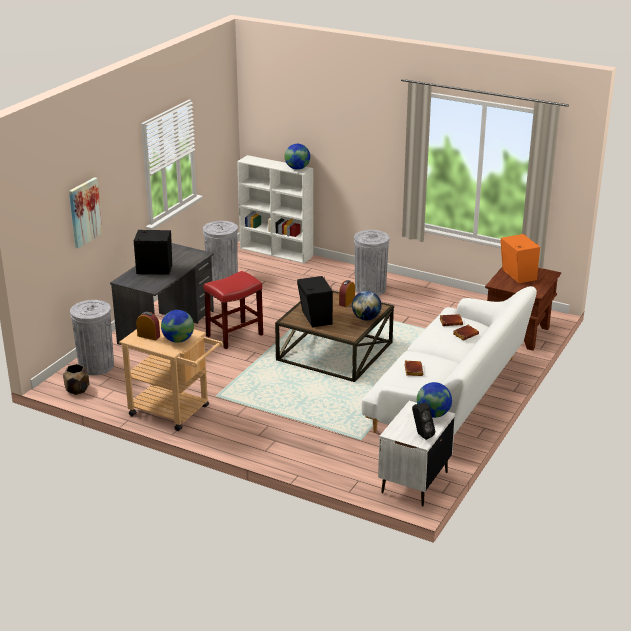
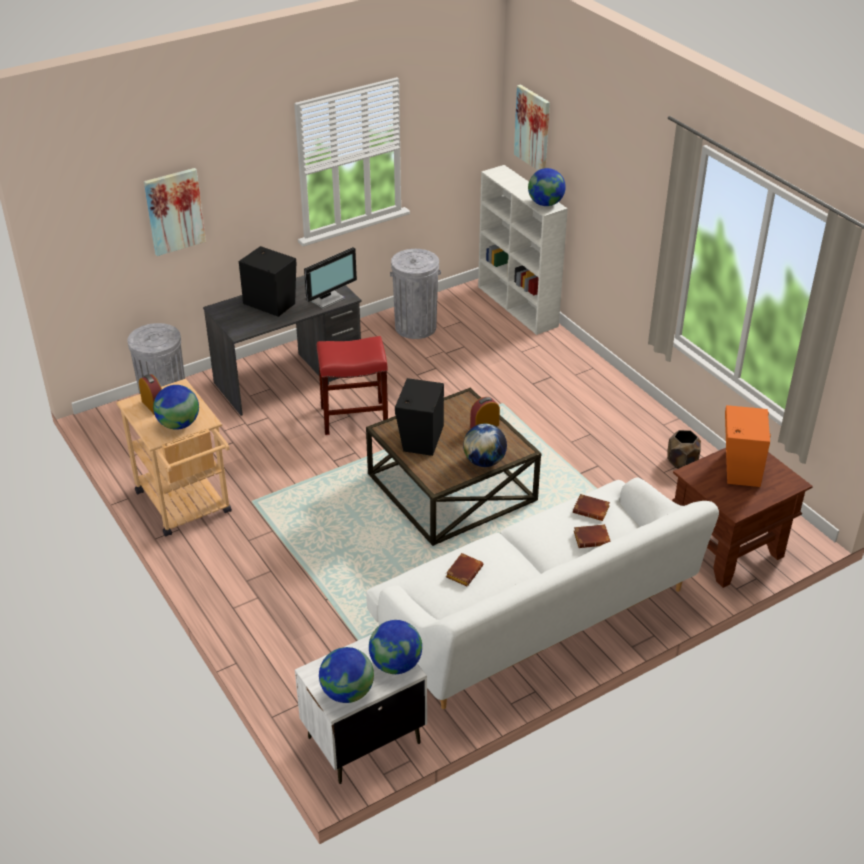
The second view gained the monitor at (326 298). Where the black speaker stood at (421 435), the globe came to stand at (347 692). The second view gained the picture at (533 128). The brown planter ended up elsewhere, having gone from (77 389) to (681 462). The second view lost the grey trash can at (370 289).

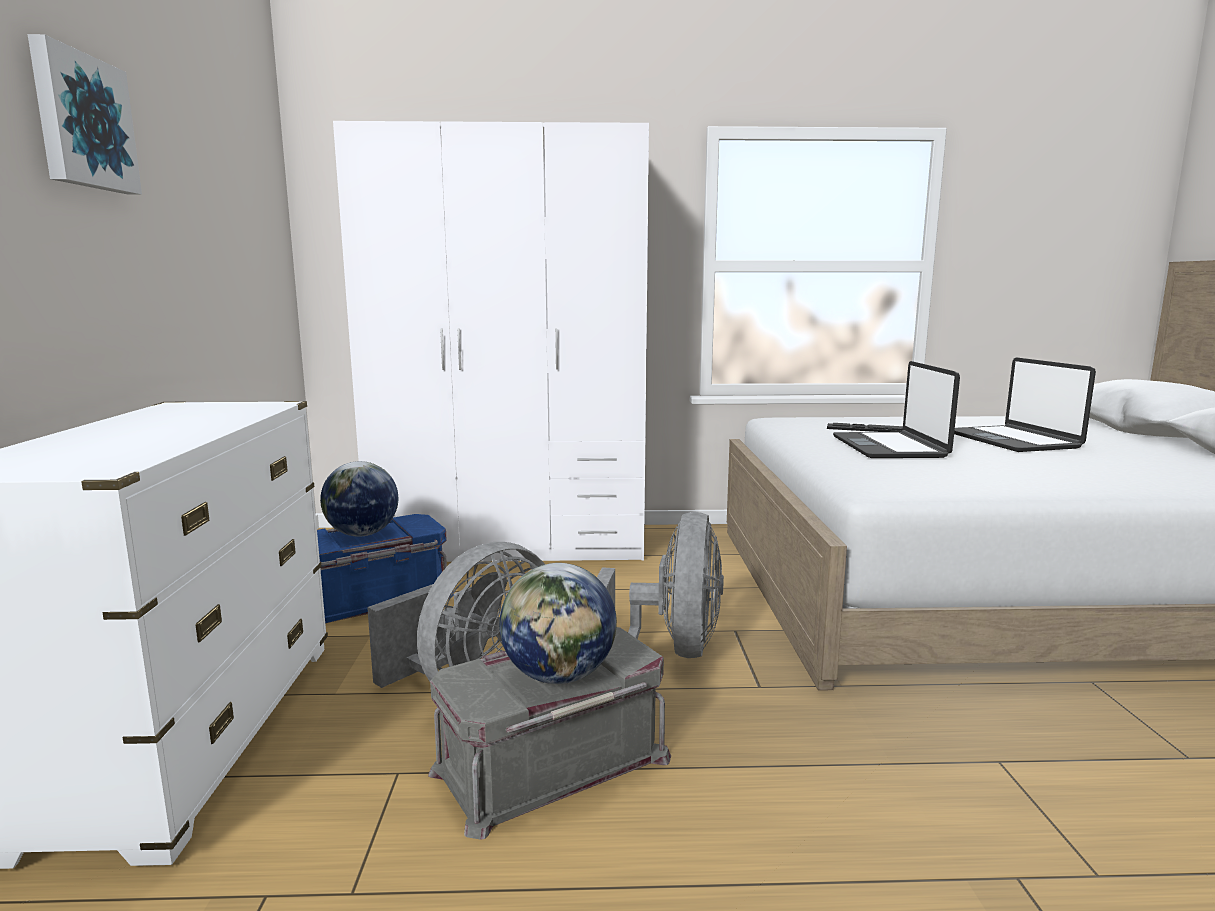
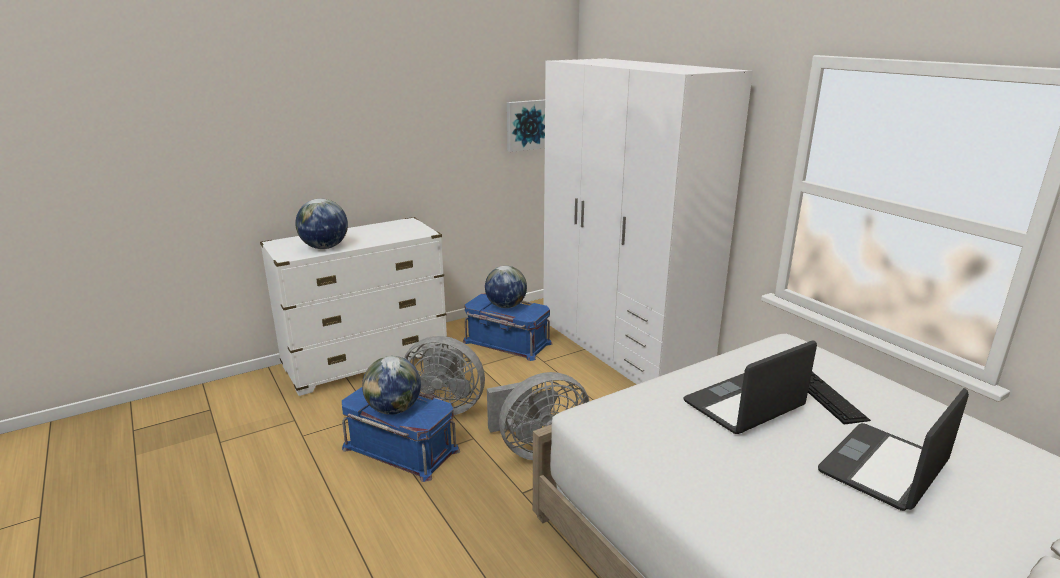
The second view gained the globe at (324 247). What was the grey storage box at (551 762) turned into the blue storage box at (402 448). The picture ended up elsewhere, having gone from (82 122) to (527 125).

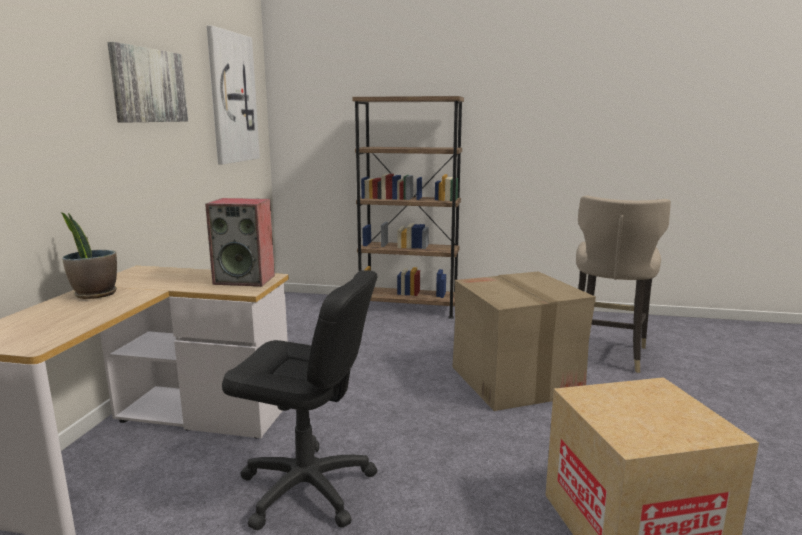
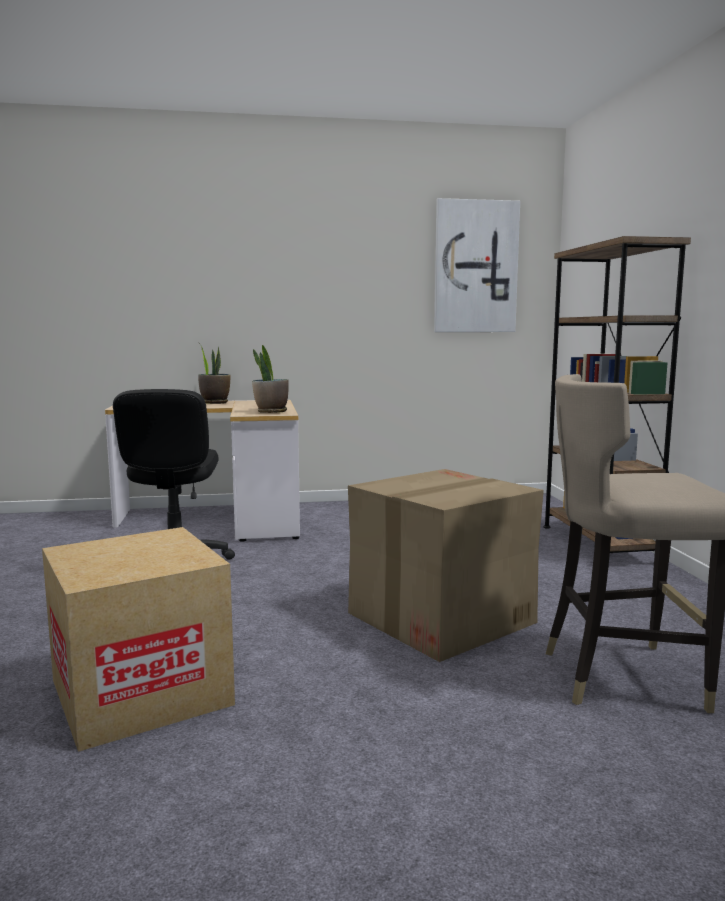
Where the speaker stood at (245 279), the potted plant came to stand at (271 412). The second view lost the picture at (148 85).

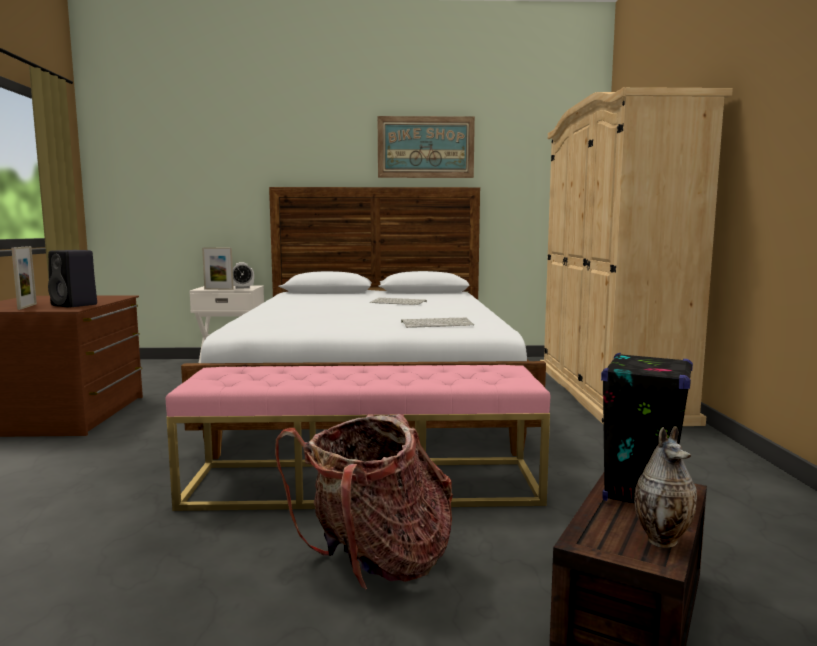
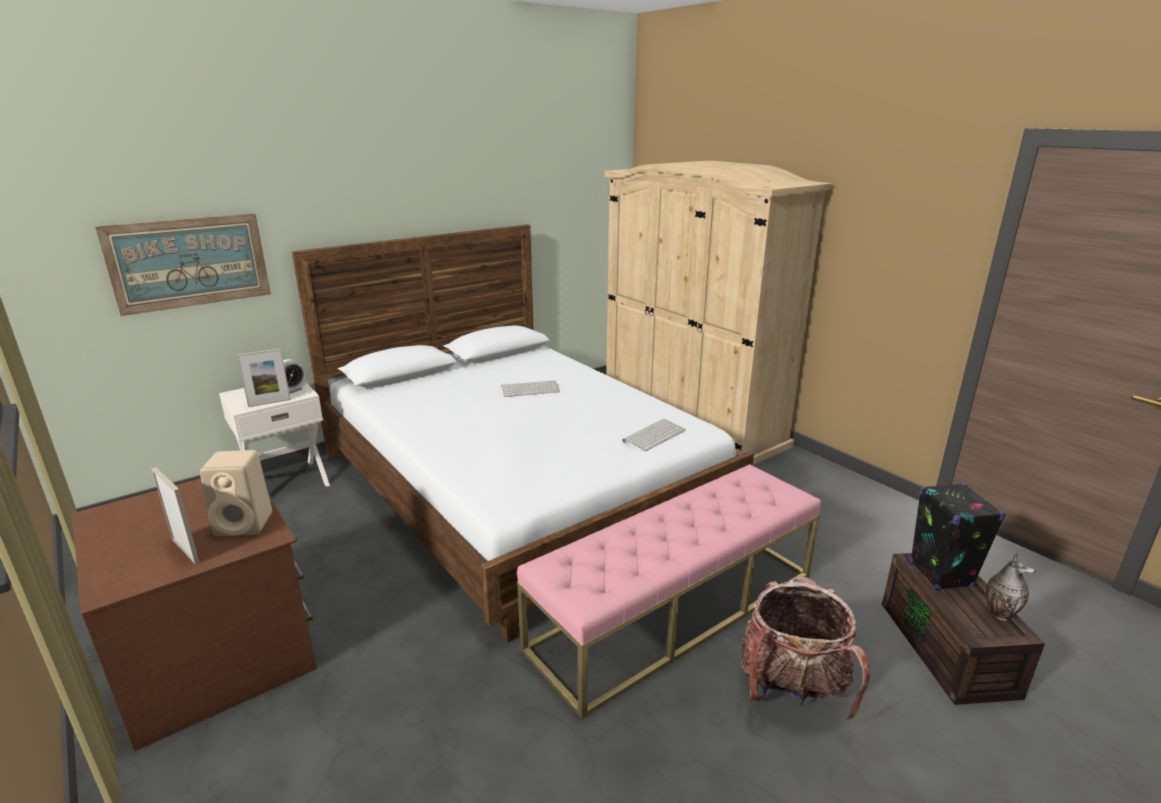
The picture ended up elsewhere, having gone from (425 147) to (189 262). What was the black speaker at (75 305) turned into the beige speaker at (246 524).

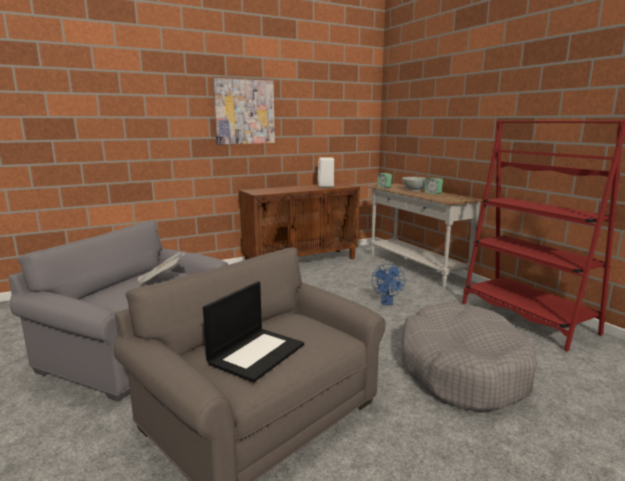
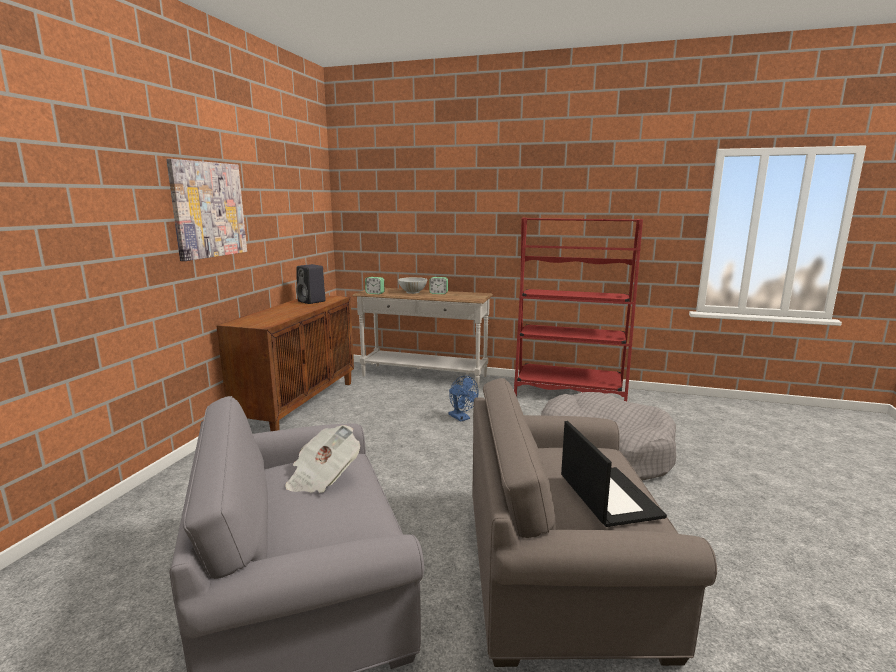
What was the white speaker at (326 186) turned into the black speaker at (312 301).

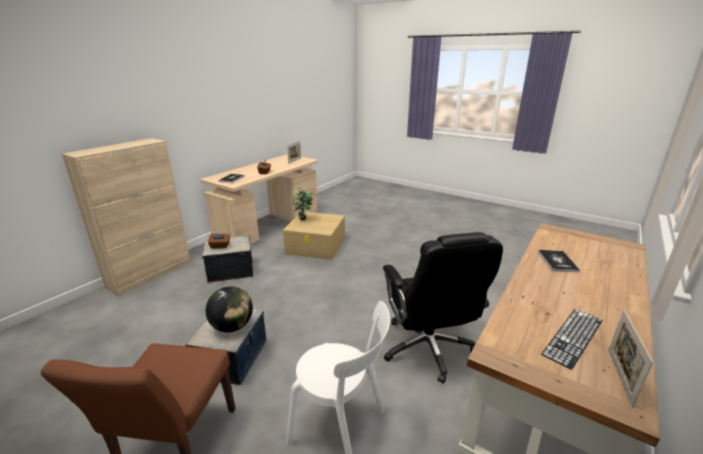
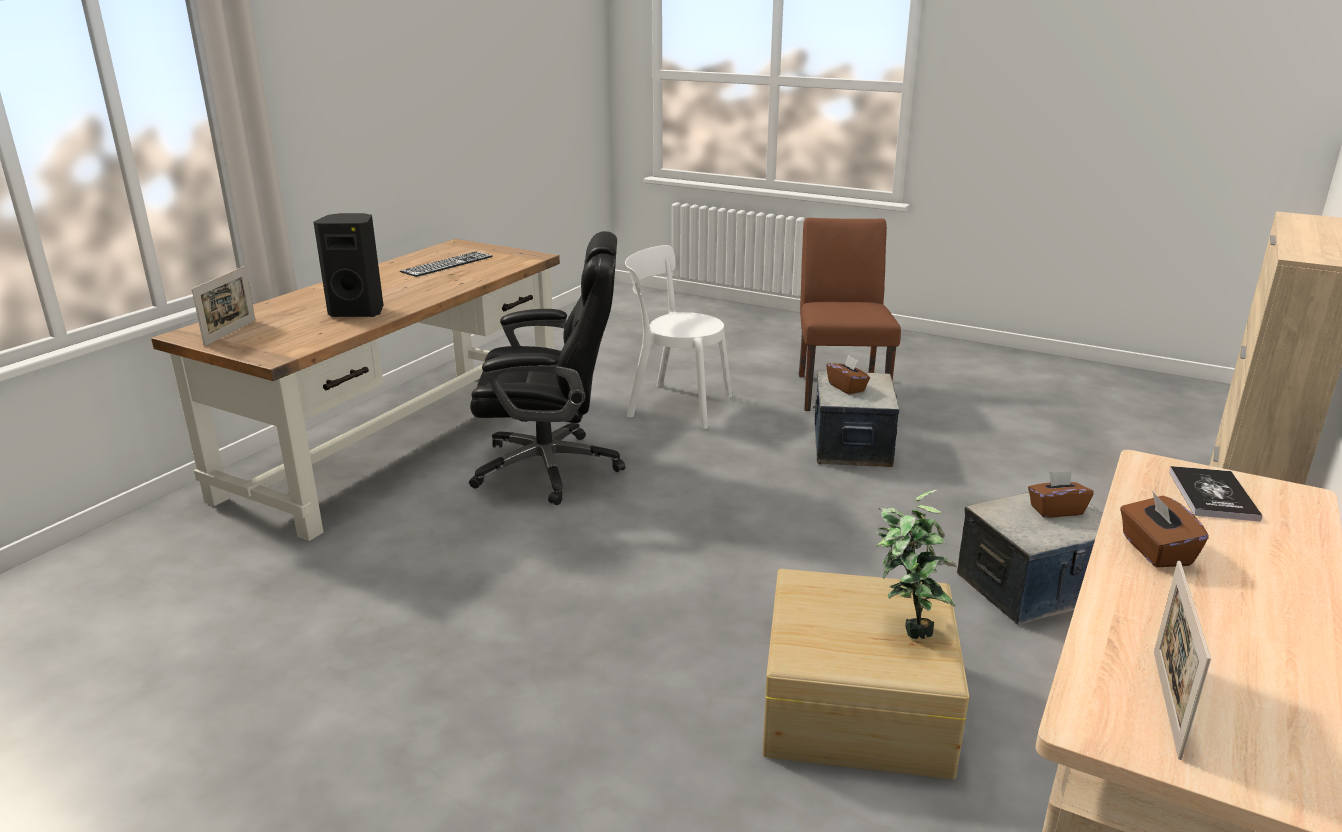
The picture frame ended up elsewhere, having gone from (619 376) to (230 332). Where the book stood at (557 261), the black speaker came to stand at (358 312). The black office chair at (428 348) ended up facing another way, 105 degrees clockwise from before. Where the globe stood at (232 326), the brown tissue box came to stand at (847 387).

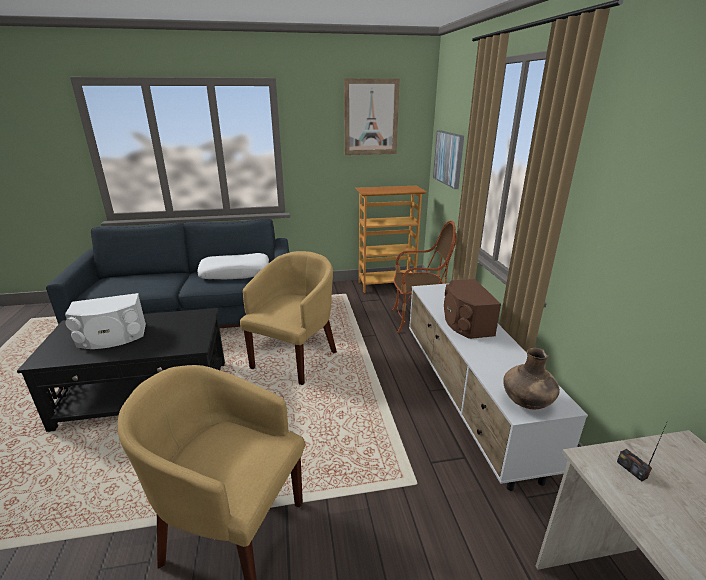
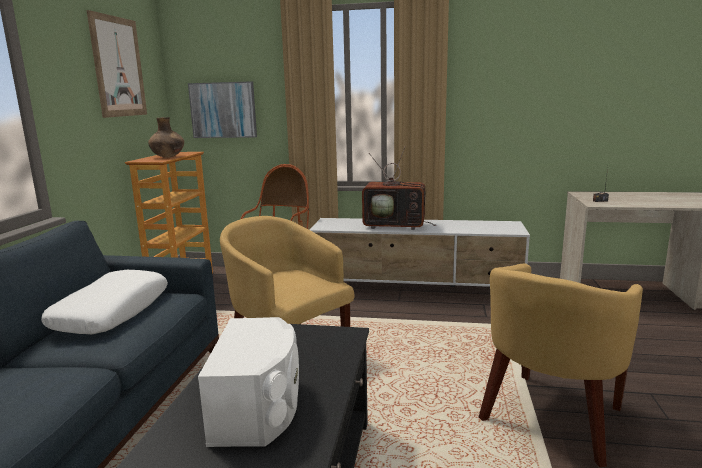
The brown vase ended up elsewhere, having gone from (526 402) to (168 157). Where the brown speaker stood at (465 323), the television came to stand at (396 225).

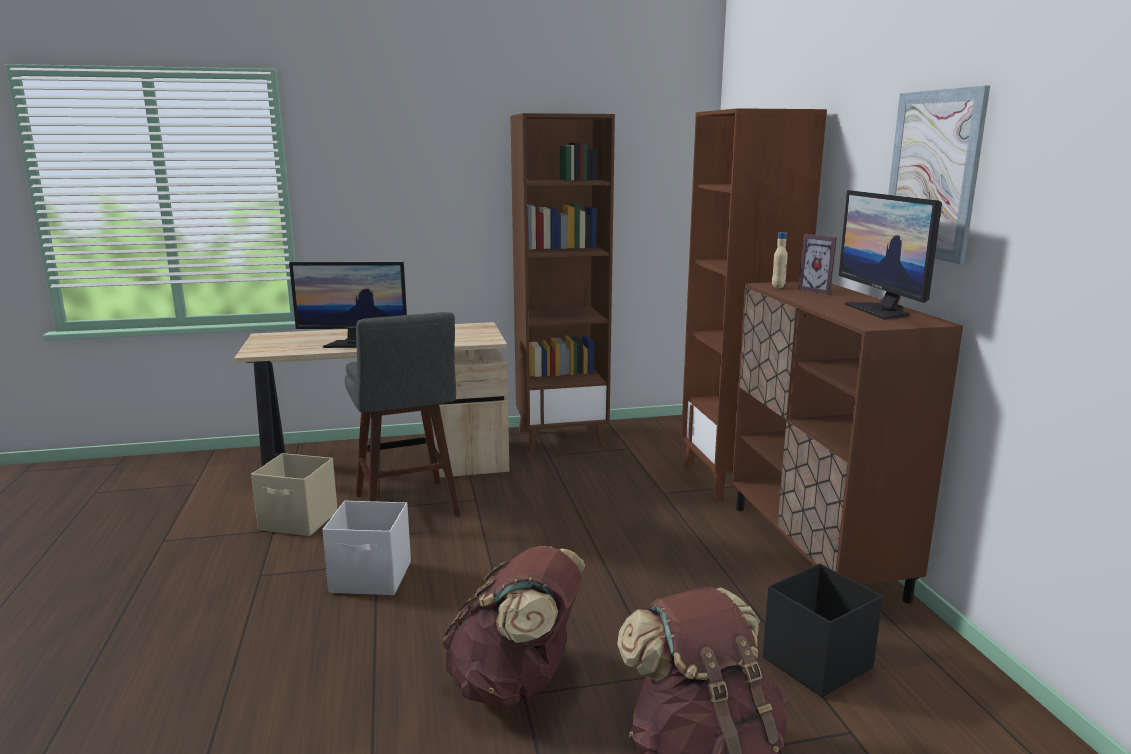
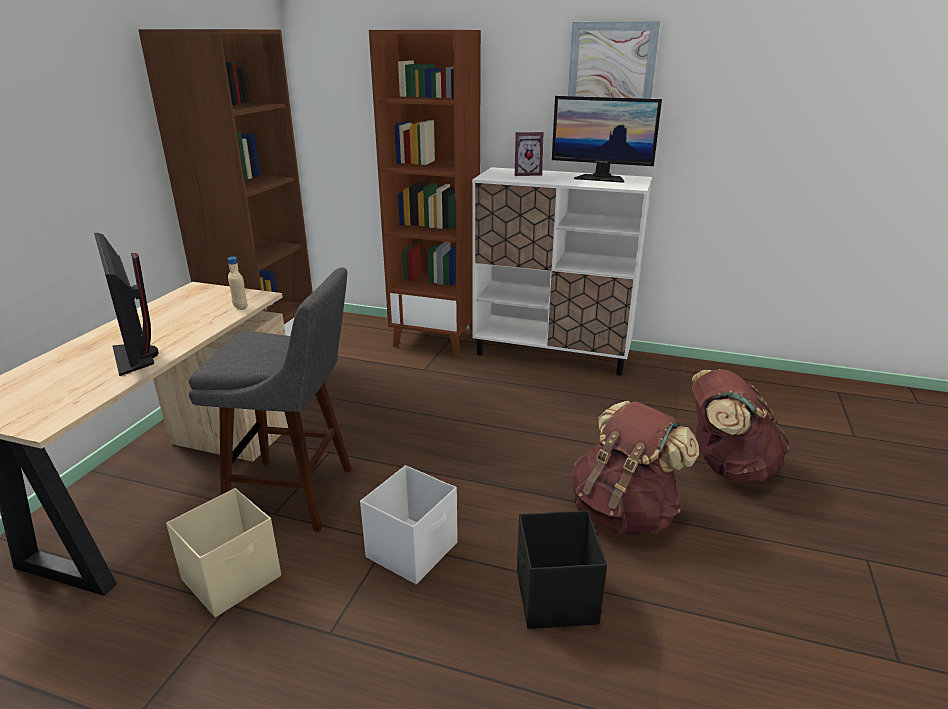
The monitor at (354 344) ended up facing another way, 120 degrees clockwise from before. The beige bottle ended up elsewhere, having gone from (778 287) to (240 307). What was the brown cabinet at (815 550) turned into the white cabinet at (553 353). The black storage box ended up elsewhere, having gone from (815 663) to (555 598).

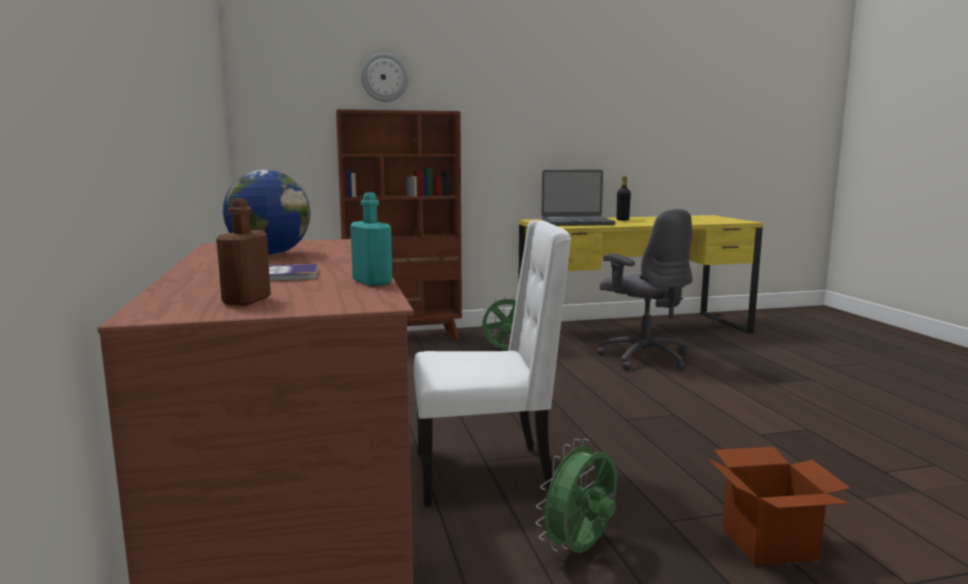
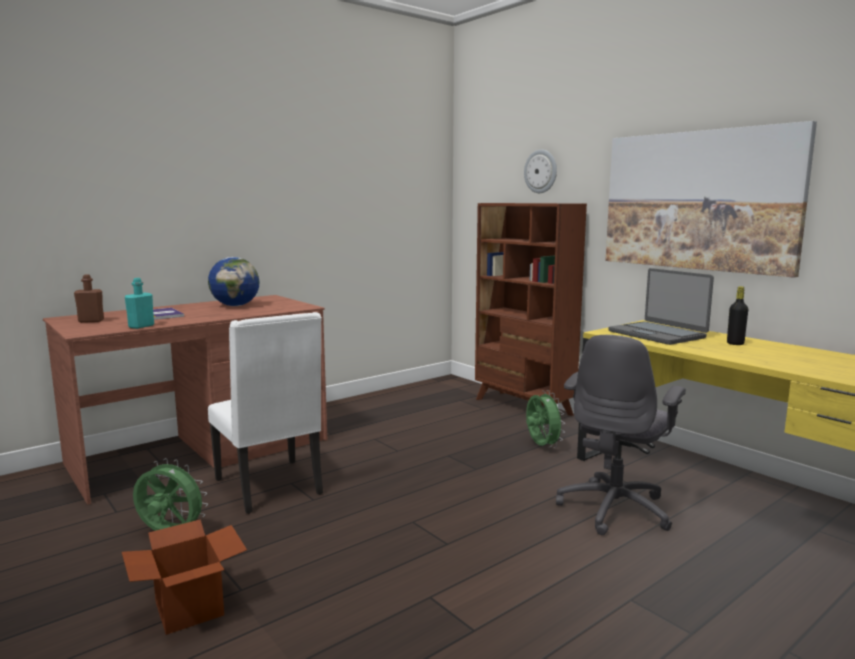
The second view gained the picture at (698 200).

